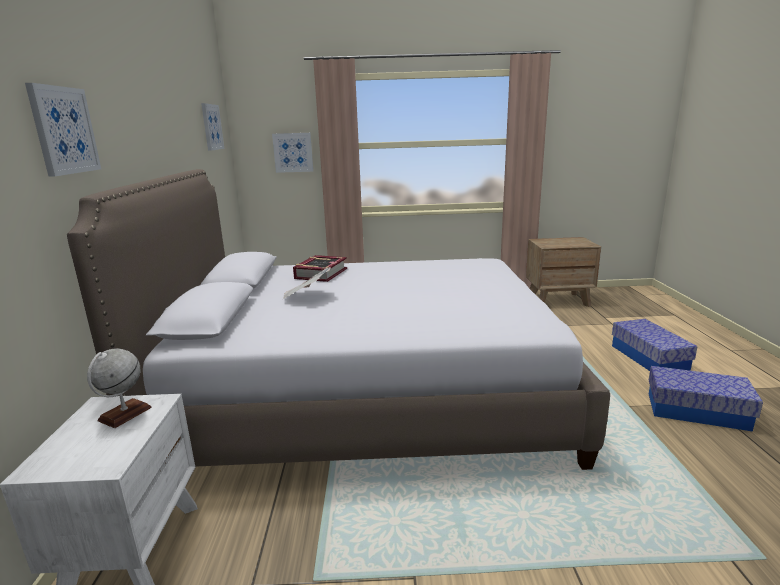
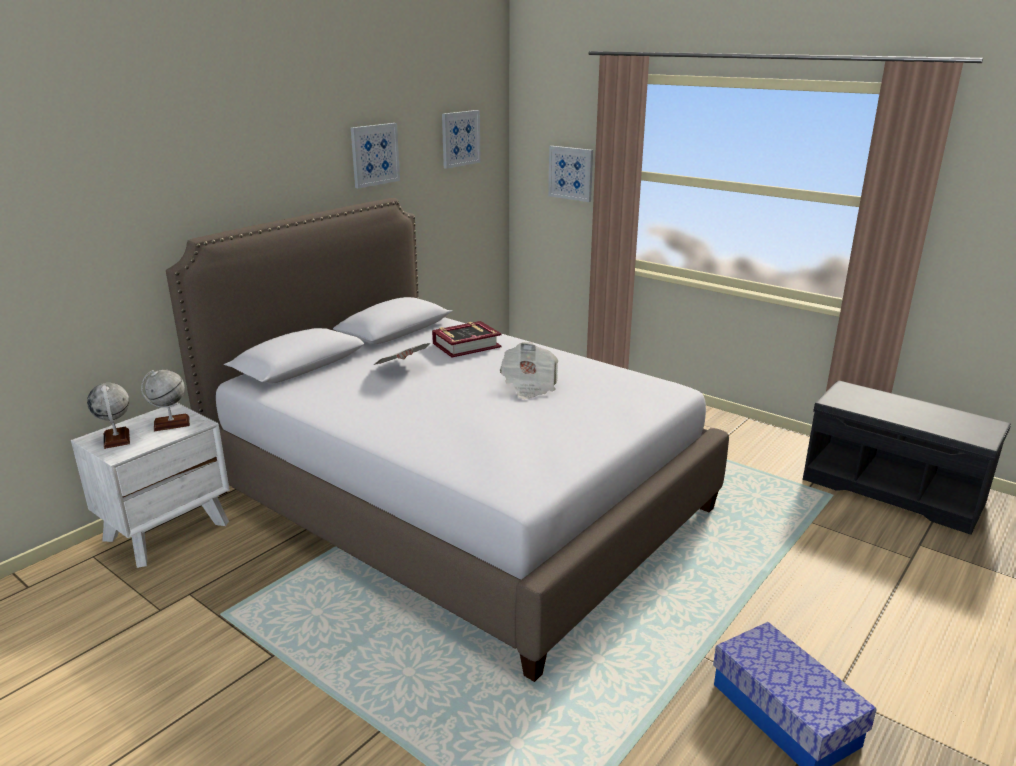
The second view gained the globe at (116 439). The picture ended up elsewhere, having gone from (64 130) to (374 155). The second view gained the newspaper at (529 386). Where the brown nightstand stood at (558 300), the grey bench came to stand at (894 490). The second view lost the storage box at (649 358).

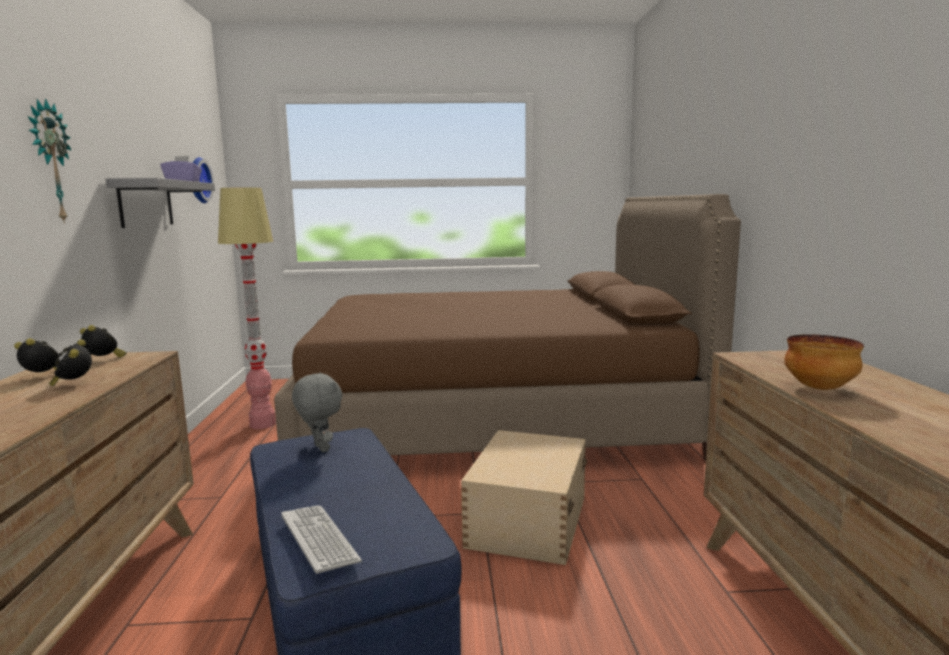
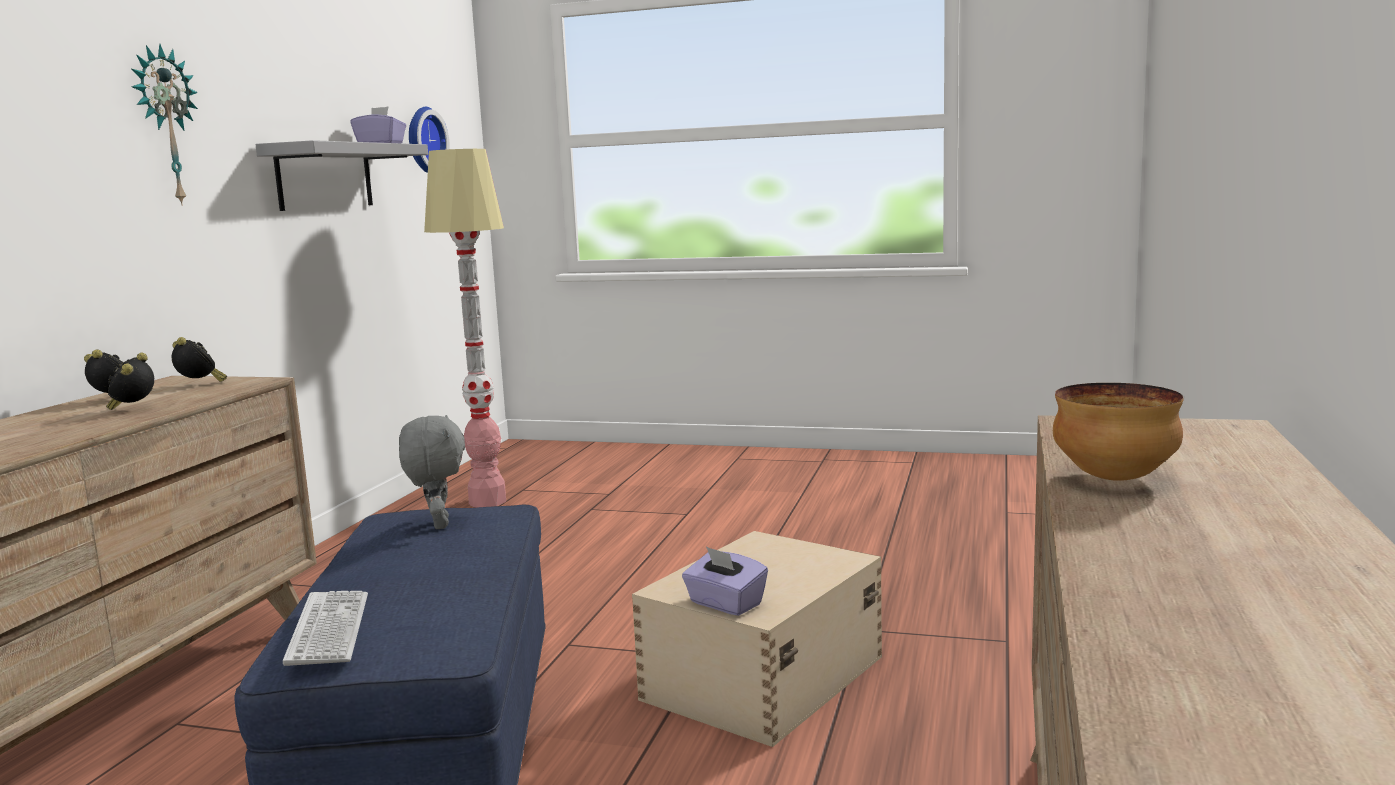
The second view gained the purple tissue box at (725 604). The second view lost the brown bed at (492 417).

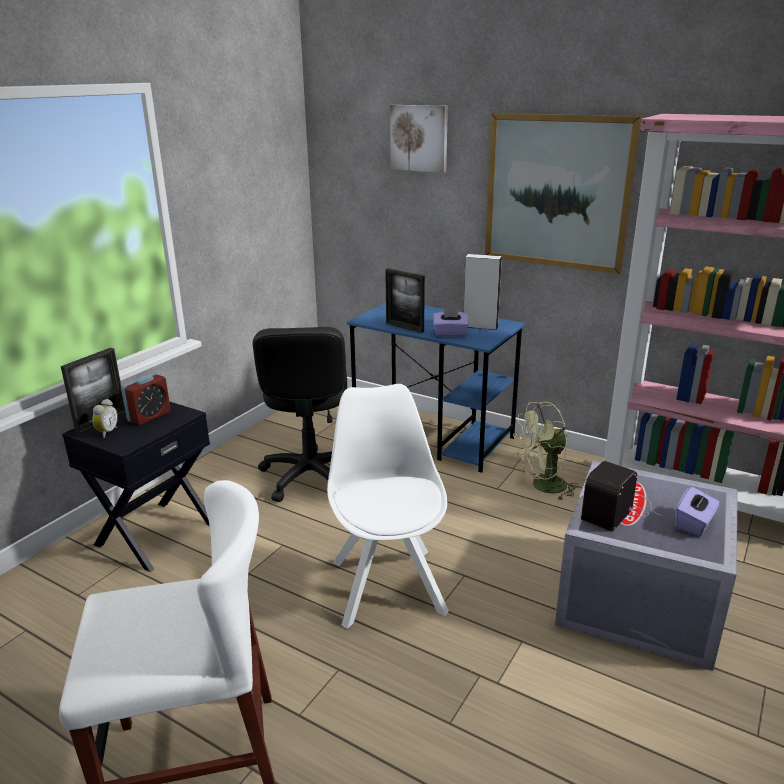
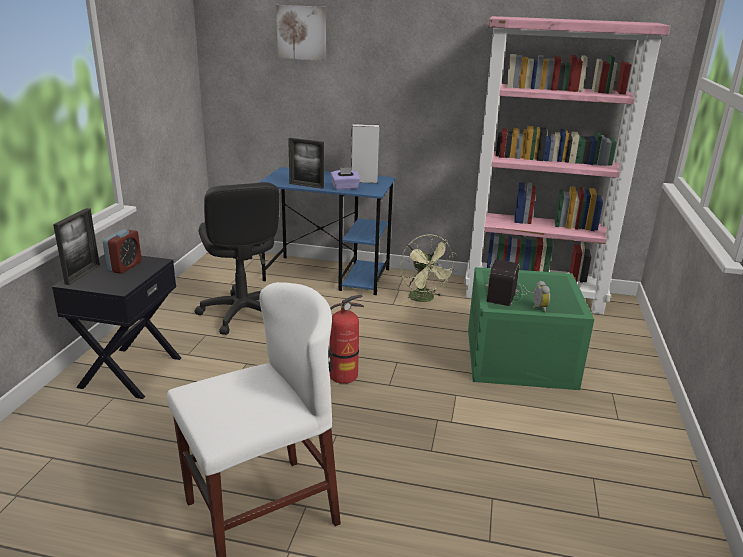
Where the white chair stood at (387 583), the fire extinguisher came to stand at (343 376). The green fan at (542 487) ended up facing another way, 75 degrees counterclockwise from before. What was the grey storage box at (642 601) turned into the green storage box at (521 359). The alarm clock ended up elsewhere, having gone from (106 432) to (538 308). The second view lost the picture at (557 192). The second view lost the purple tissue box at (694 523).

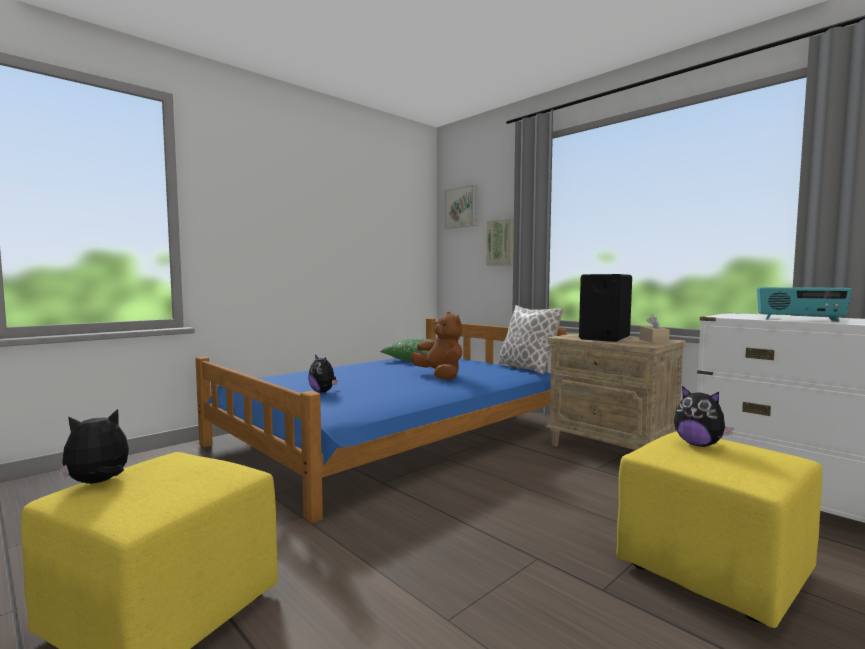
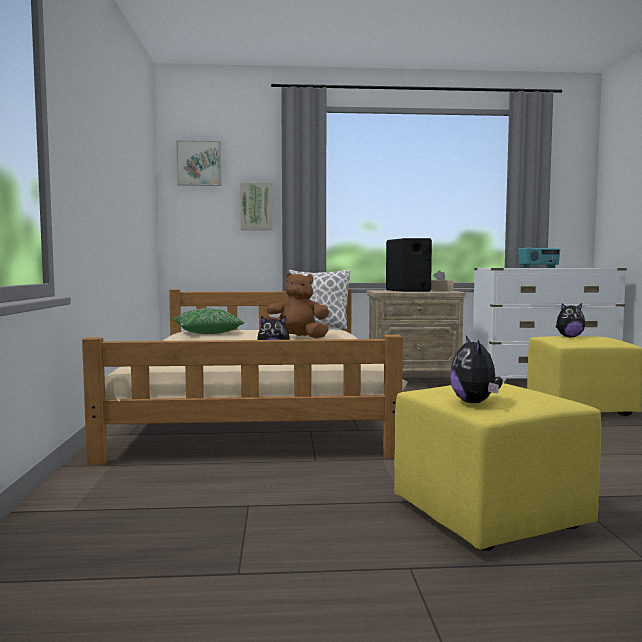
What was the blue bed at (392 435) turned into the beige bed at (257 408).

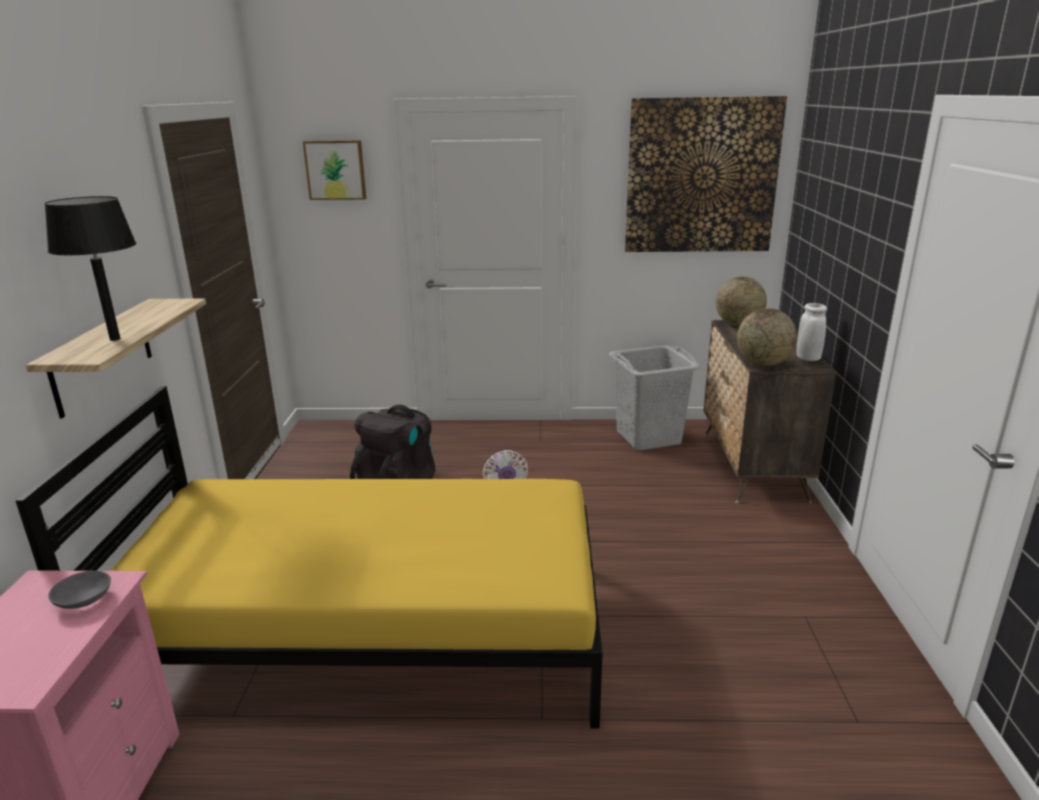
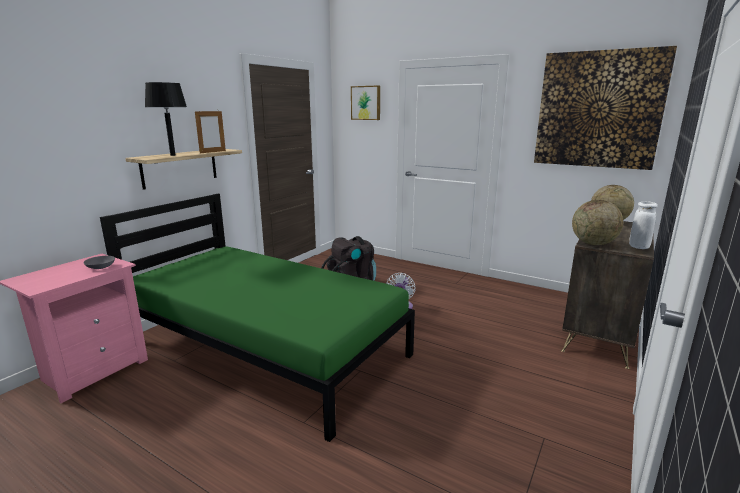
What was the yellow bed at (369 633) turned into the green bed at (265 347). The second view gained the picture frame at (213 152). The second view lost the grey laundry basket at (649 438).

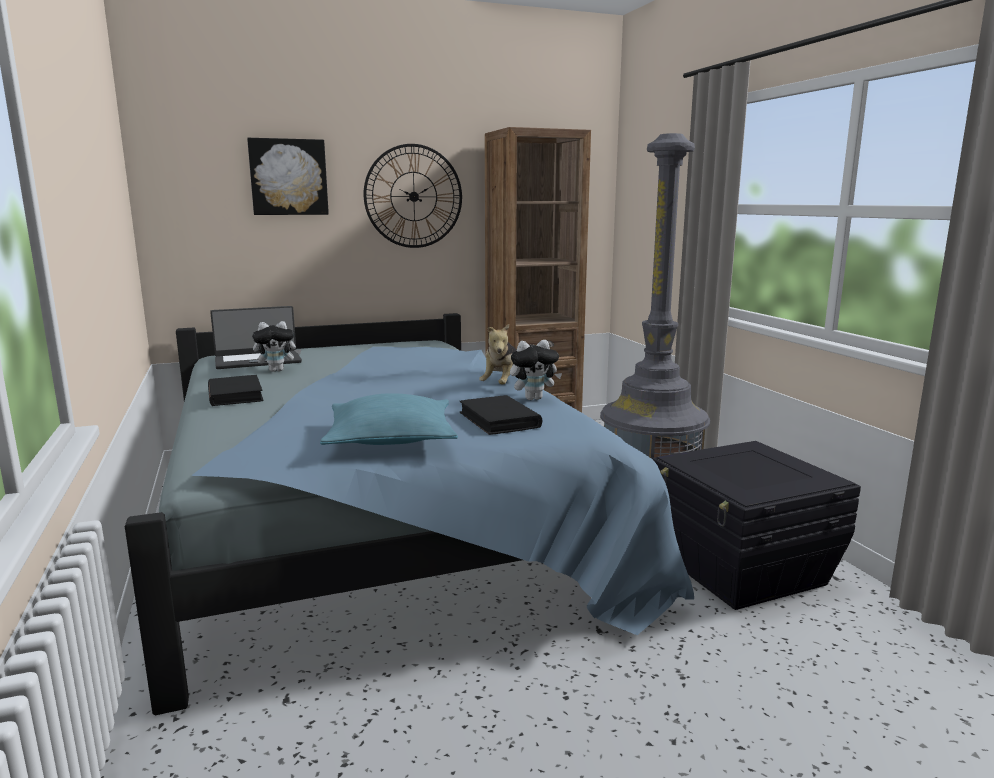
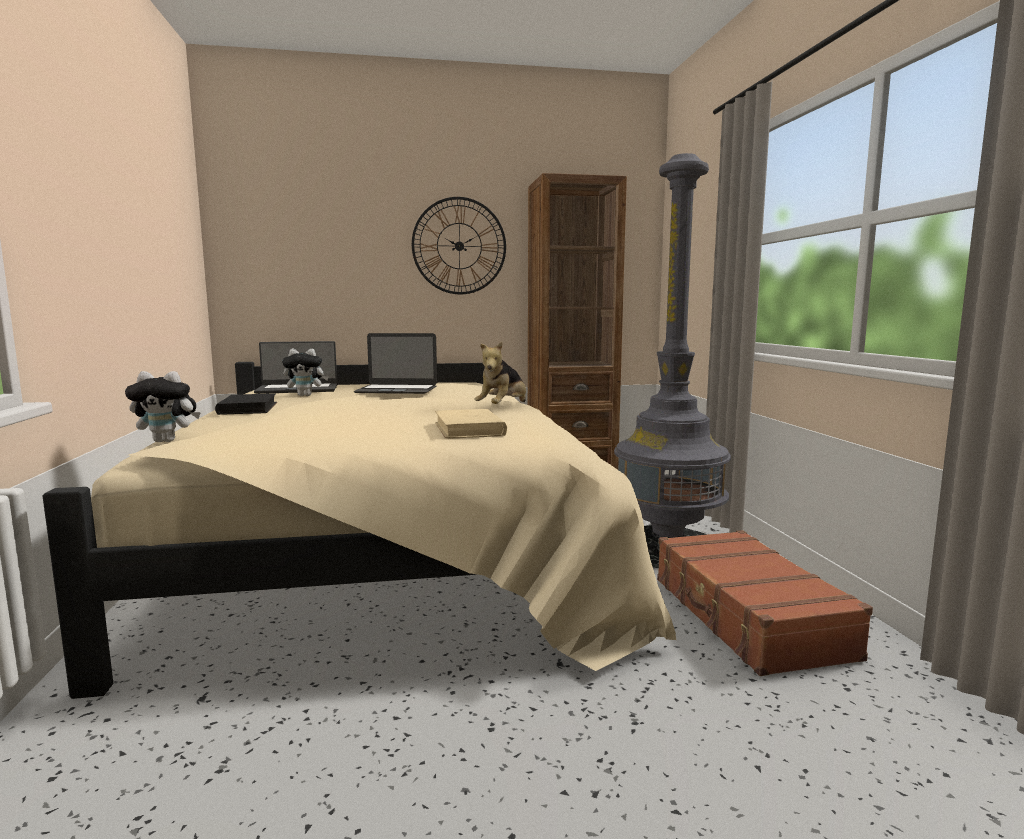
What was the blue bed at (382 527) turned into the beige bed at (386 550). The plush toy ended up elsewhere, having gone from (534 398) to (168 441). The second view gained the laptop at (397 390). What was the black book at (499 420) turned into the beige book at (469 429). Where the black storage box stood at (741 570), the brown suitcase came to stand at (747 617). The second view lost the picture at (288 177). The second view lost the turquoise pillow at (391 438).

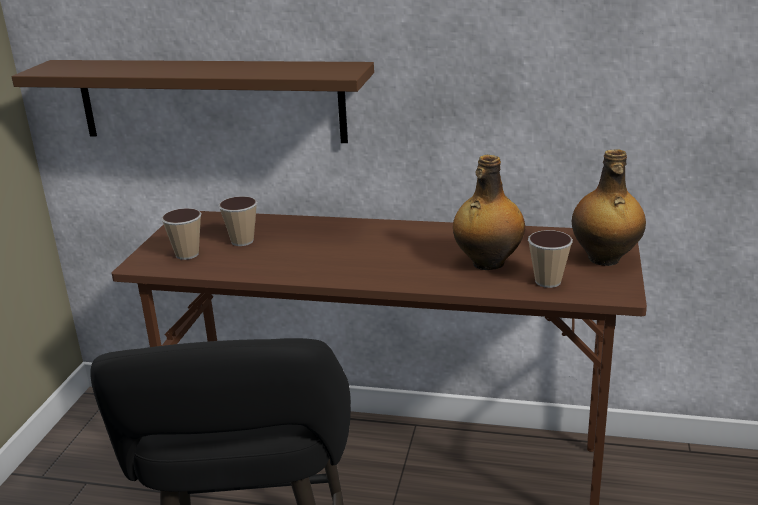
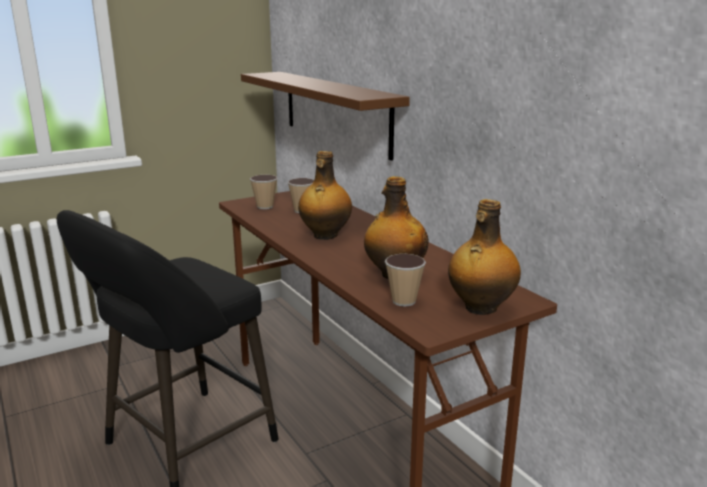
The second view gained the bottle at (325 236).

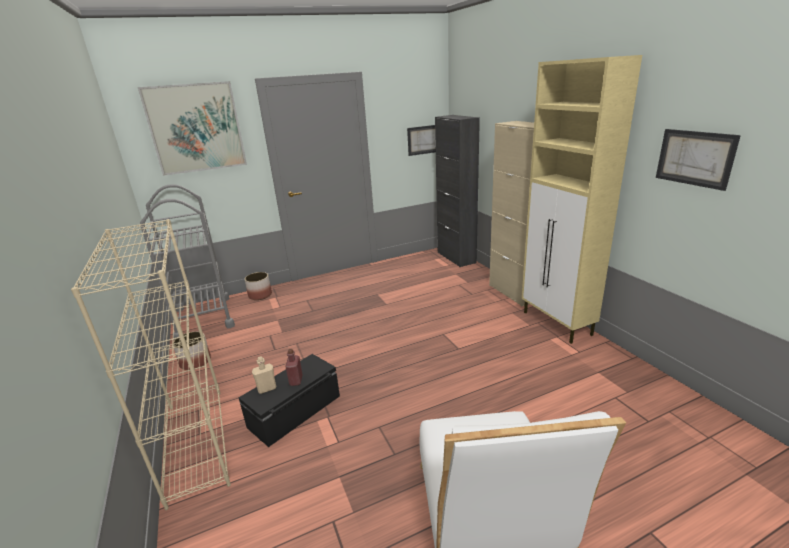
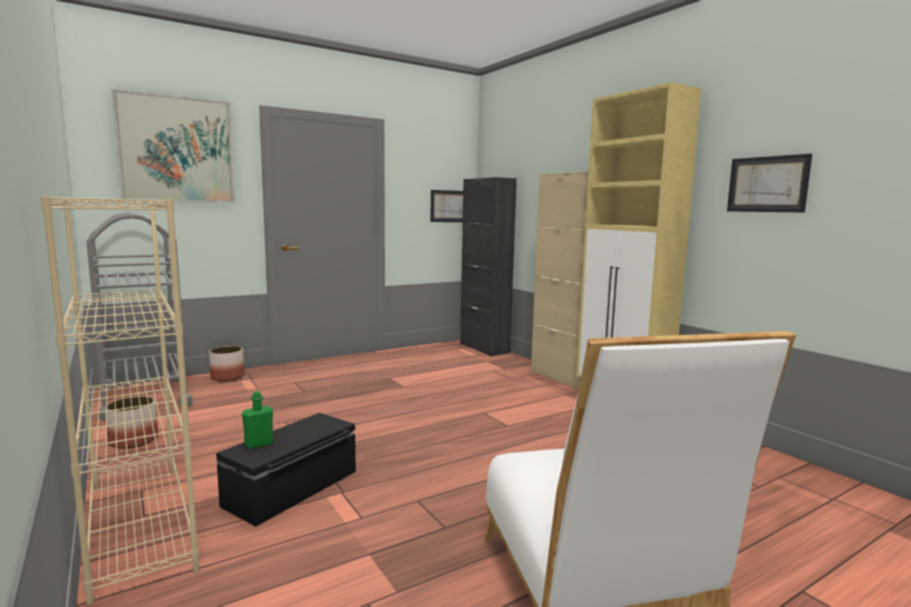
What was the beige bottle at (267 388) turned into the green bottle at (259 444). The second view lost the red bottle at (296 380).

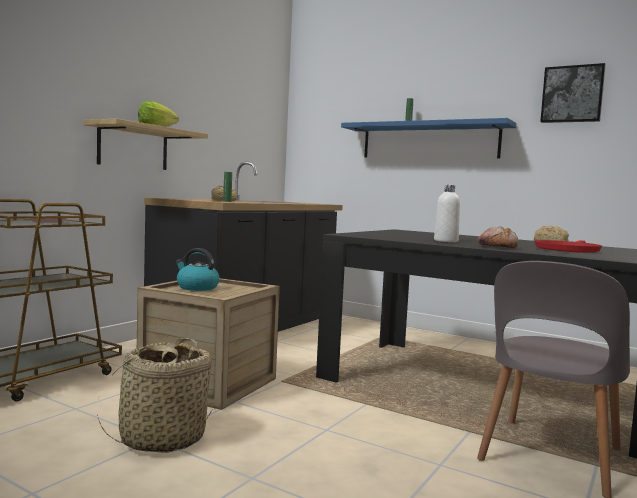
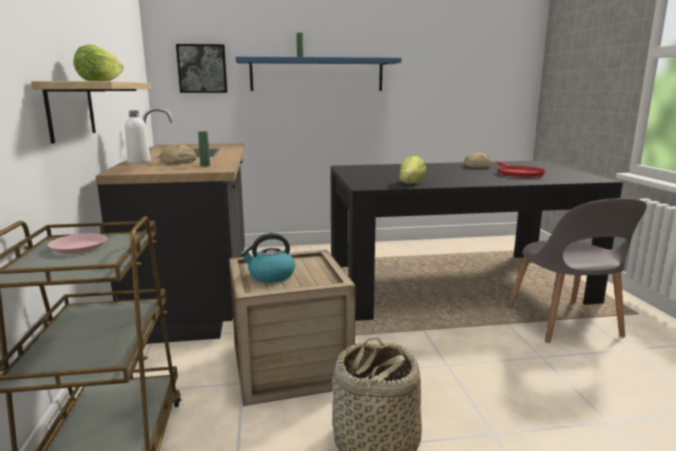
The white bottle ended up elsewhere, having gone from (446 241) to (139 162). The picture ended up elsewhere, having gone from (572 94) to (202 69). The second view gained the lettuce at (411 184). The second view lost the bread at (497 247).

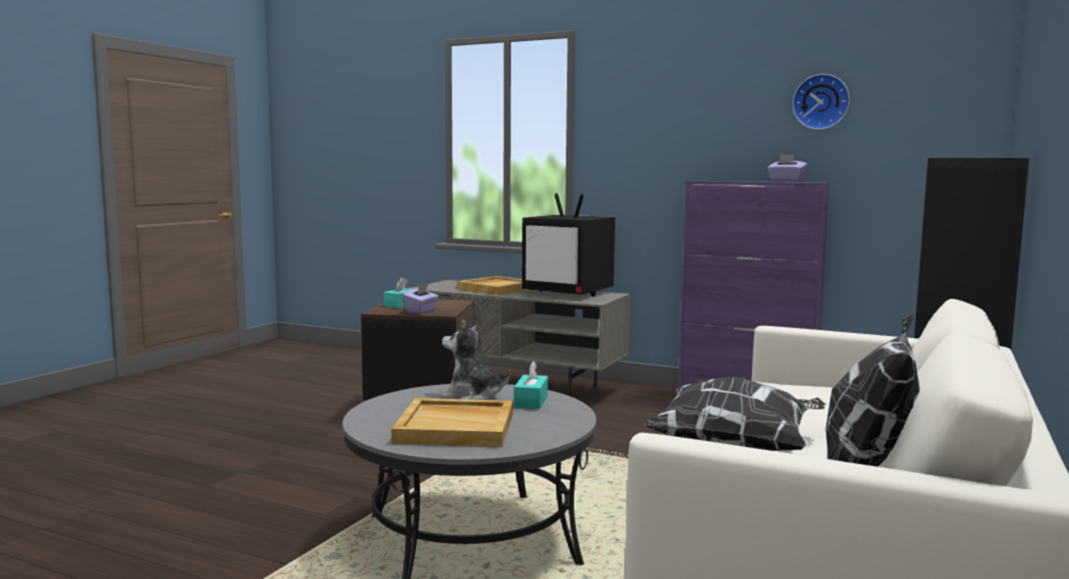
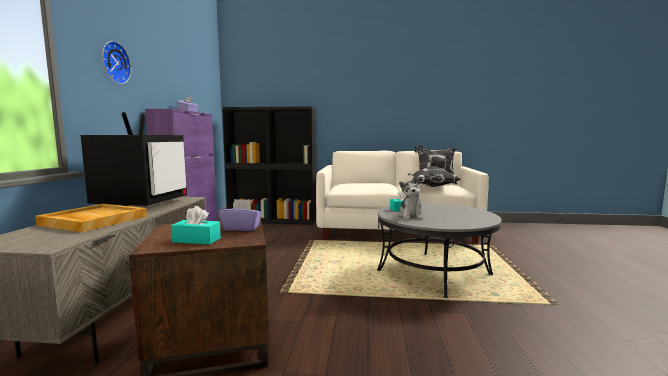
The wall clock ended up elsewhere, having gone from (821 102) to (114 62). The second view lost the beige tray at (457 427).

